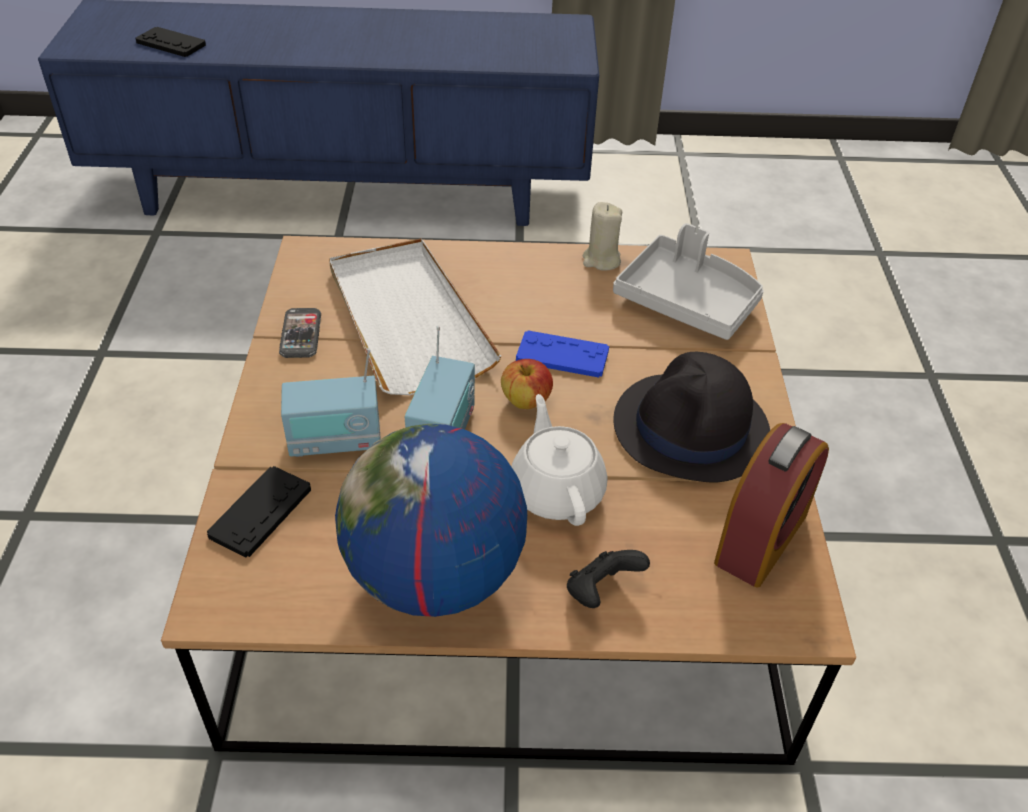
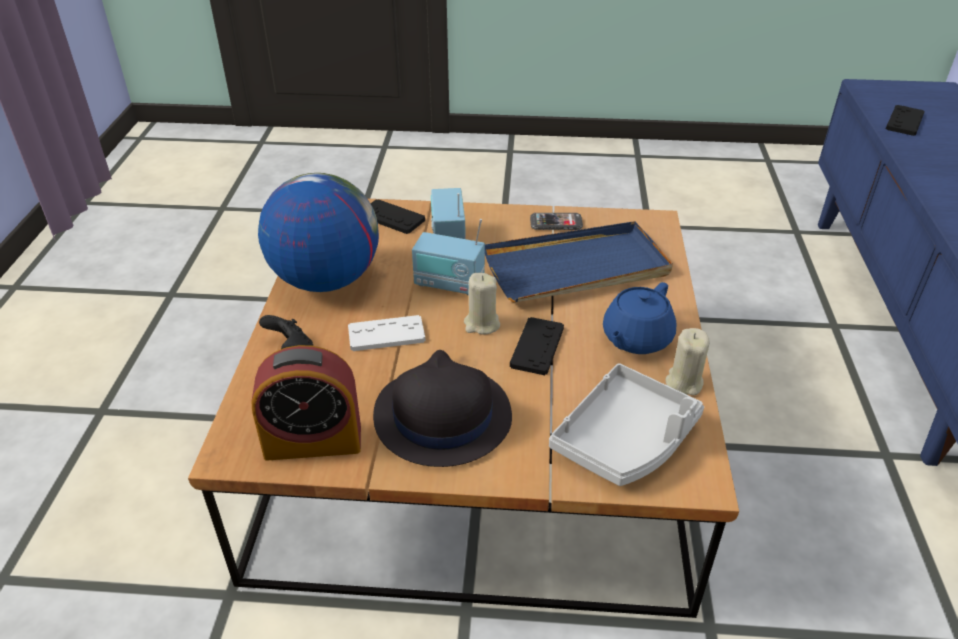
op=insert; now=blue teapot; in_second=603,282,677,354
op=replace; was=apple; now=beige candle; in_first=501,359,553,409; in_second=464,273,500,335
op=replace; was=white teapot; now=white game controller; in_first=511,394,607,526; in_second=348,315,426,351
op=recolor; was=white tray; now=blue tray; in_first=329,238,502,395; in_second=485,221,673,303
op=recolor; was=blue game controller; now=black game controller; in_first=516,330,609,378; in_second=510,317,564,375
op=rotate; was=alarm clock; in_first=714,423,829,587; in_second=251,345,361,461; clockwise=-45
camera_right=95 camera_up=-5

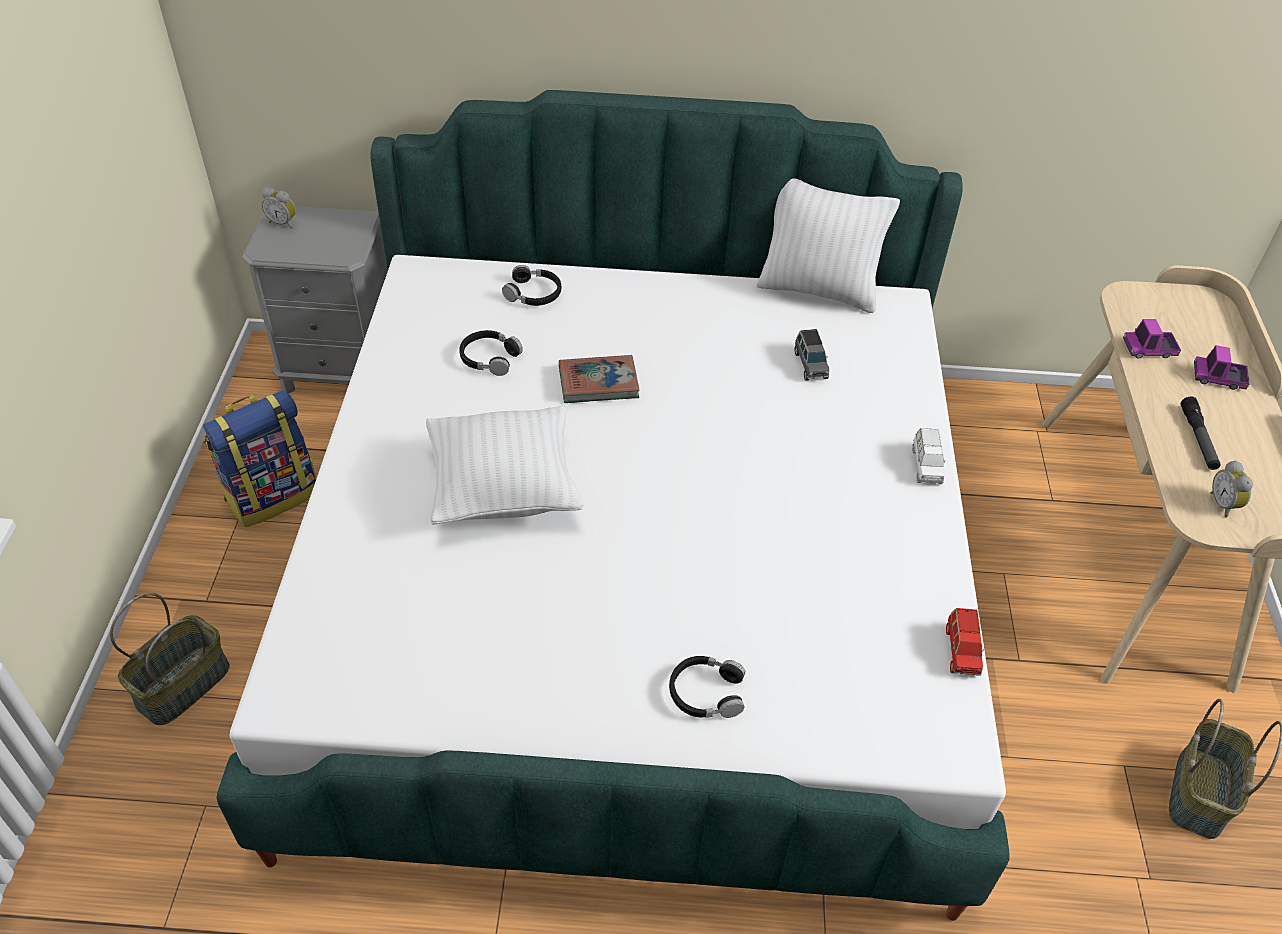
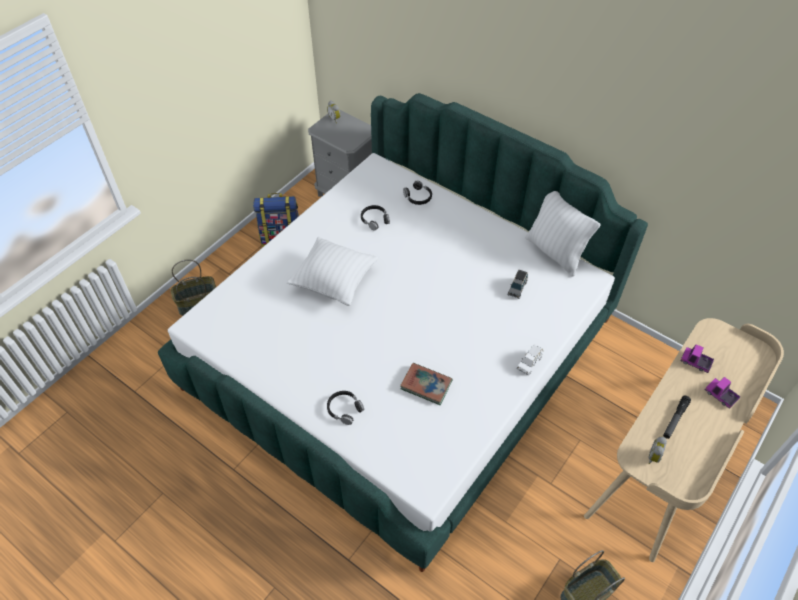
op=delete; was=red toy car; in_first=946,608,984,676
op=move; was=book; in_first=559,355,639,403; in_second=400,363,453,405
camera_right=35 camera_up=5

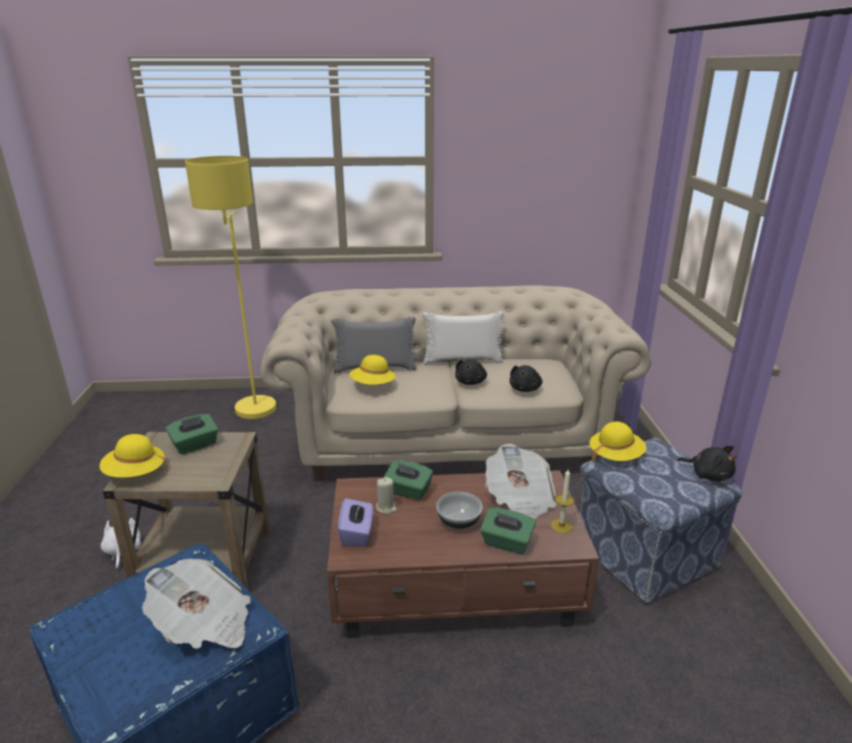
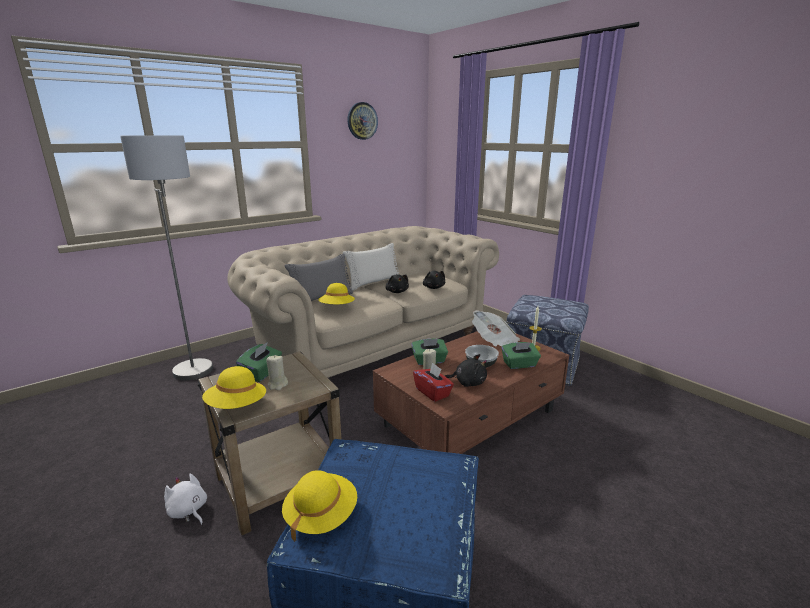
op=delete; was=newspaper; in_first=142,559,250,649
op=insert; now=beige candle; in_second=266,355,288,390
op=insert; now=wall clock; in_second=347,102,378,140
op=move; was=yellow hat; in_first=589,422,647,462; in_second=282,470,357,542
op=move; was=black plush toy; in_first=677,446,737,481; in_second=445,354,487,387
op=recolor; was=yellow floor lamp; now=grey floor lamp; in_first=185,156,276,419; in_second=120,135,213,381
op=recolor; was=purple tissue box; now=red tissue box; in_first=338,498,373,546; in_second=413,362,454,402
camera_right=-35 camera_up=-5

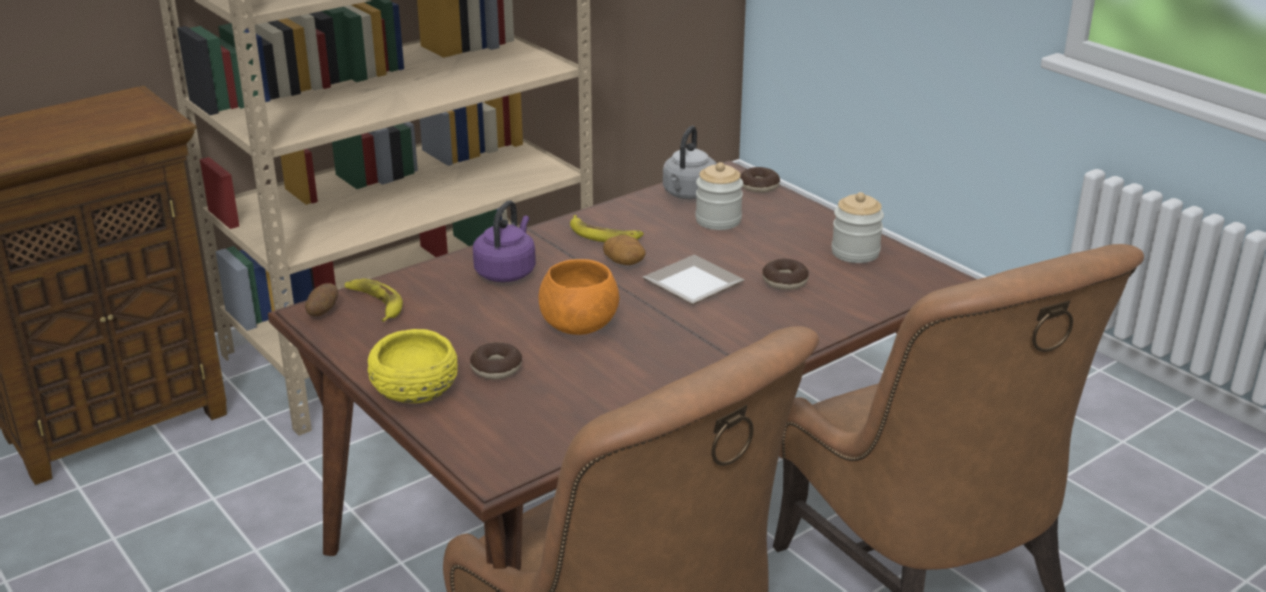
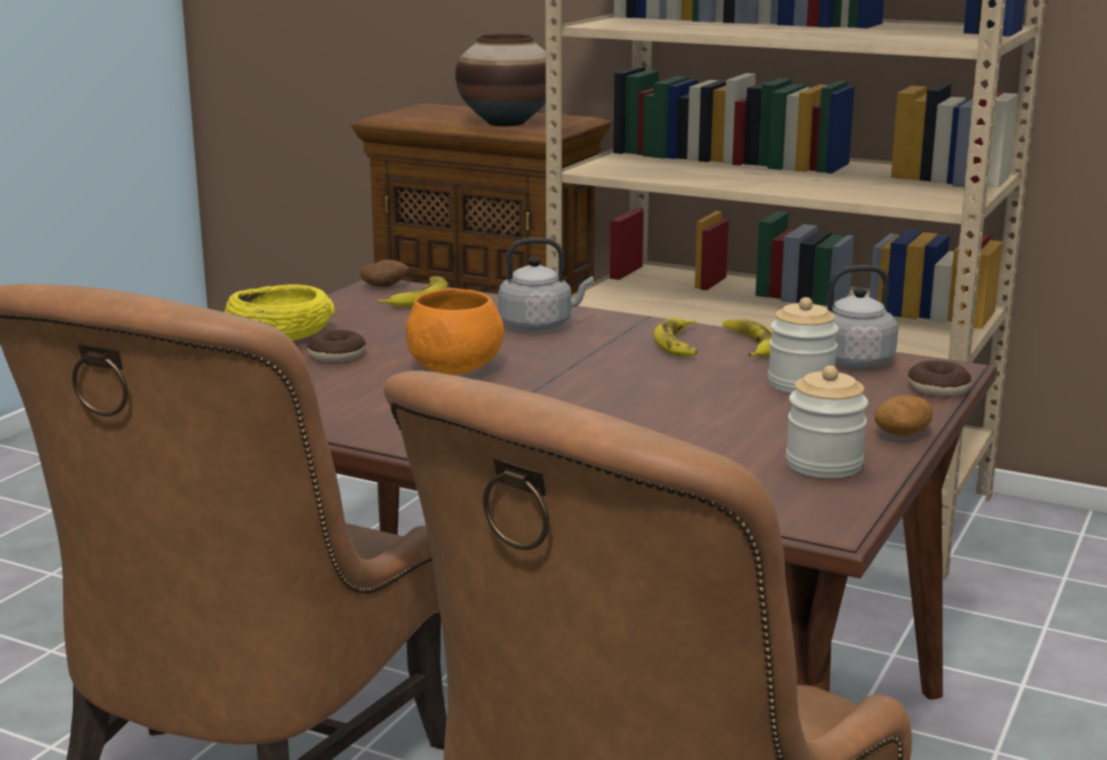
op=delete; was=plate; in_first=642,255,745,305
op=delete; was=donut; in_first=762,259,809,290
op=insert; now=vase; in_second=455,34,546,127
op=insert; now=banana; in_second=722,319,773,357
op=move; was=potato; in_first=603,235,646,265; in_second=875,395,933,436
op=recolor; was=purple kettle; now=grey kettle; in_first=473,200,536,282; in_second=498,238,594,331
camera_right=65 camera_up=-10

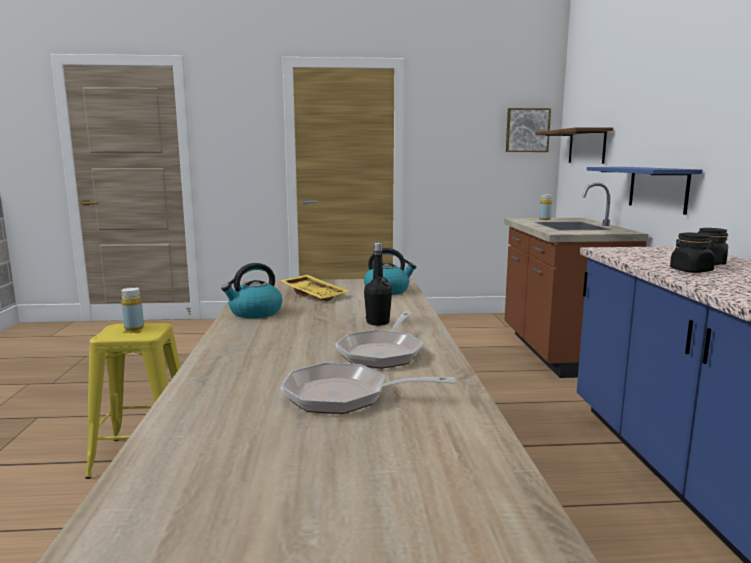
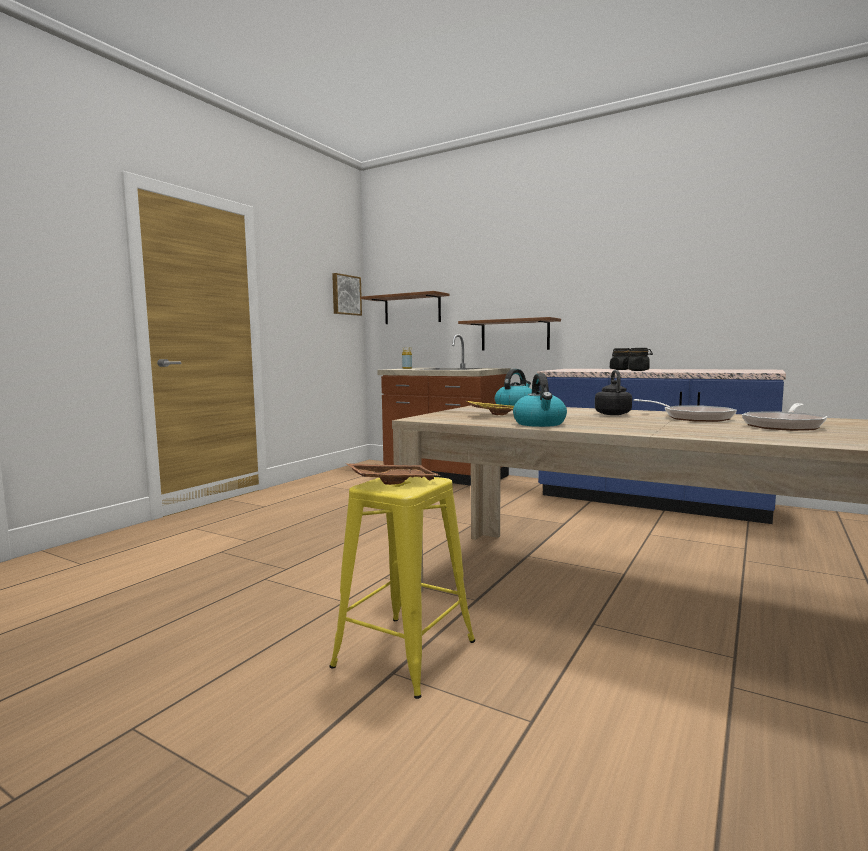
op=replace; was=yellow bottle; now=brown tray; in_first=121,287,144,331; in_second=345,463,441,485
op=replace; was=black bottle; now=black kettle; in_first=364,243,392,326; in_second=595,370,632,415
op=recolor; was=blue shelf; now=brown shelf; in_first=587,167,702,215; in_second=458,317,561,351
camera_right=-55 camera_up=-5

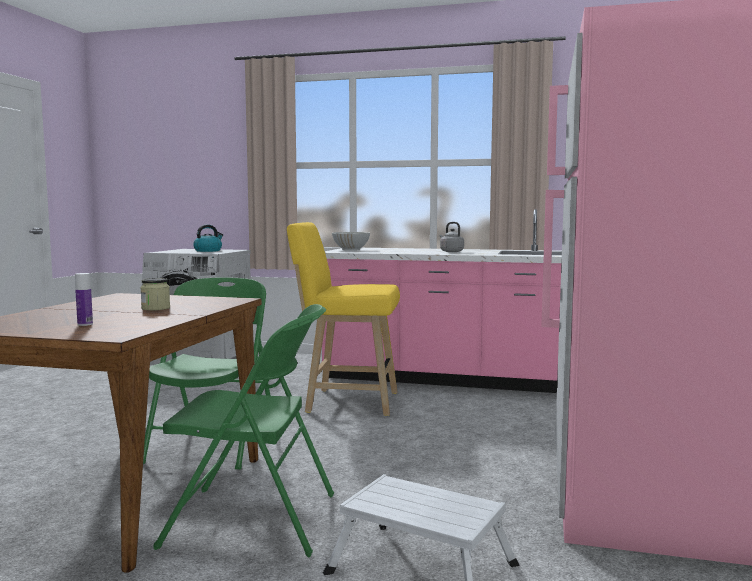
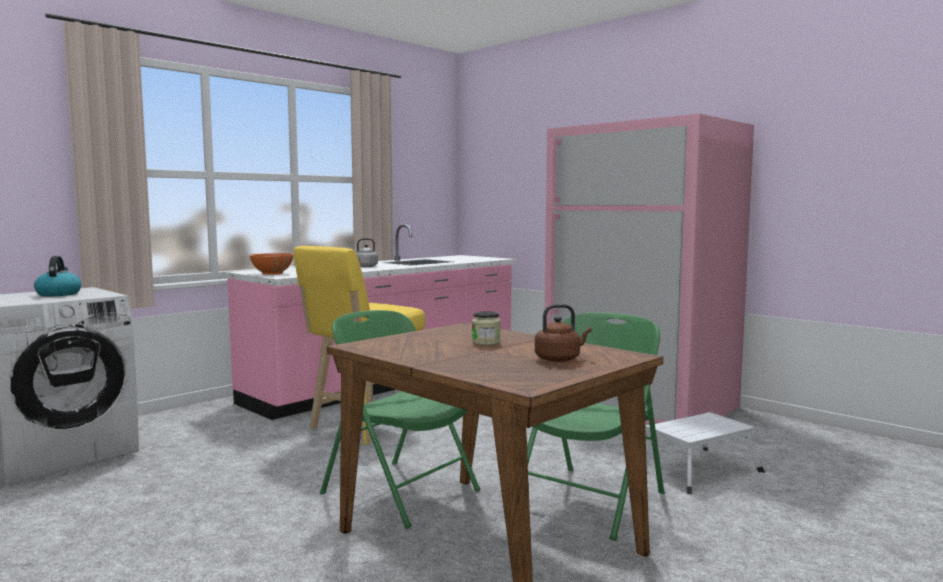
op=replace; was=bottle; now=brown kettle; in_first=75,273,93,326; in_second=535,304,592,362
op=recolor; was=white bowl; now=orange bowl; in_first=332,232,370,251; in_second=249,253,294,275
camera_right=-60 camera_up=0

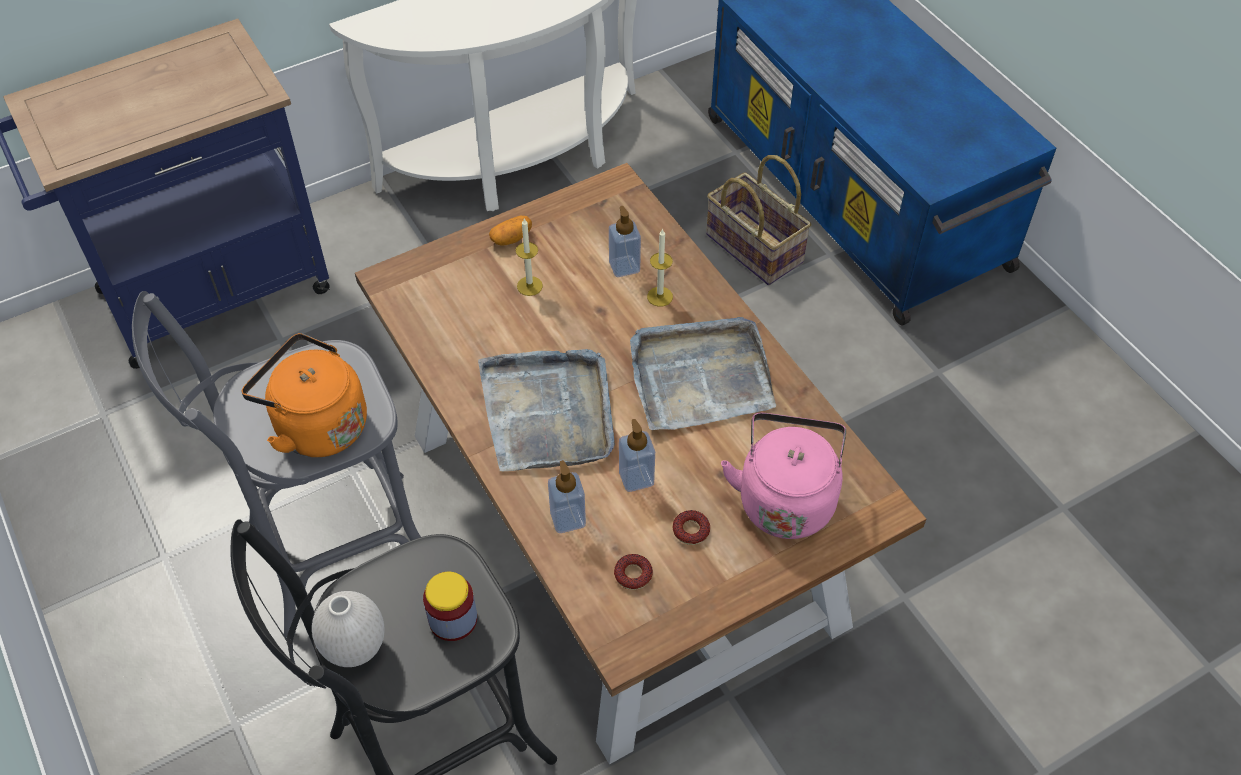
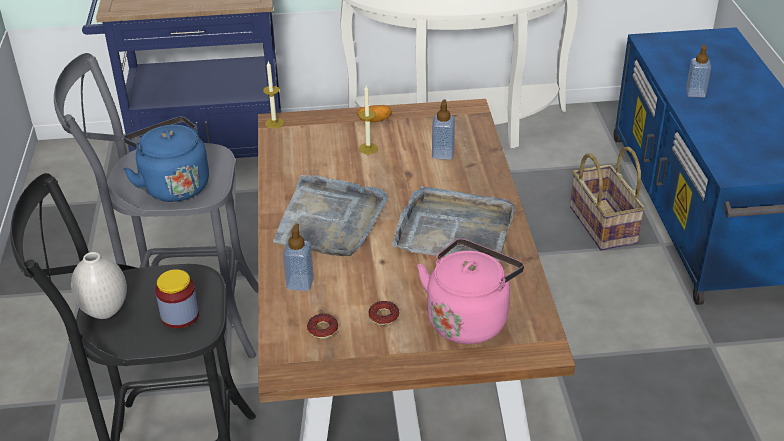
op=move; was=soap dispenser; in_first=619,419,655,492; in_second=686,44,711,98
op=move; was=candle; in_first=647,228,673,307; in_second=263,61,284,129
op=recolor; was=orange kettle; now=blue kettle; in_first=242,333,367,457; in_second=124,116,209,202
camera_right=25 camera_up=-15

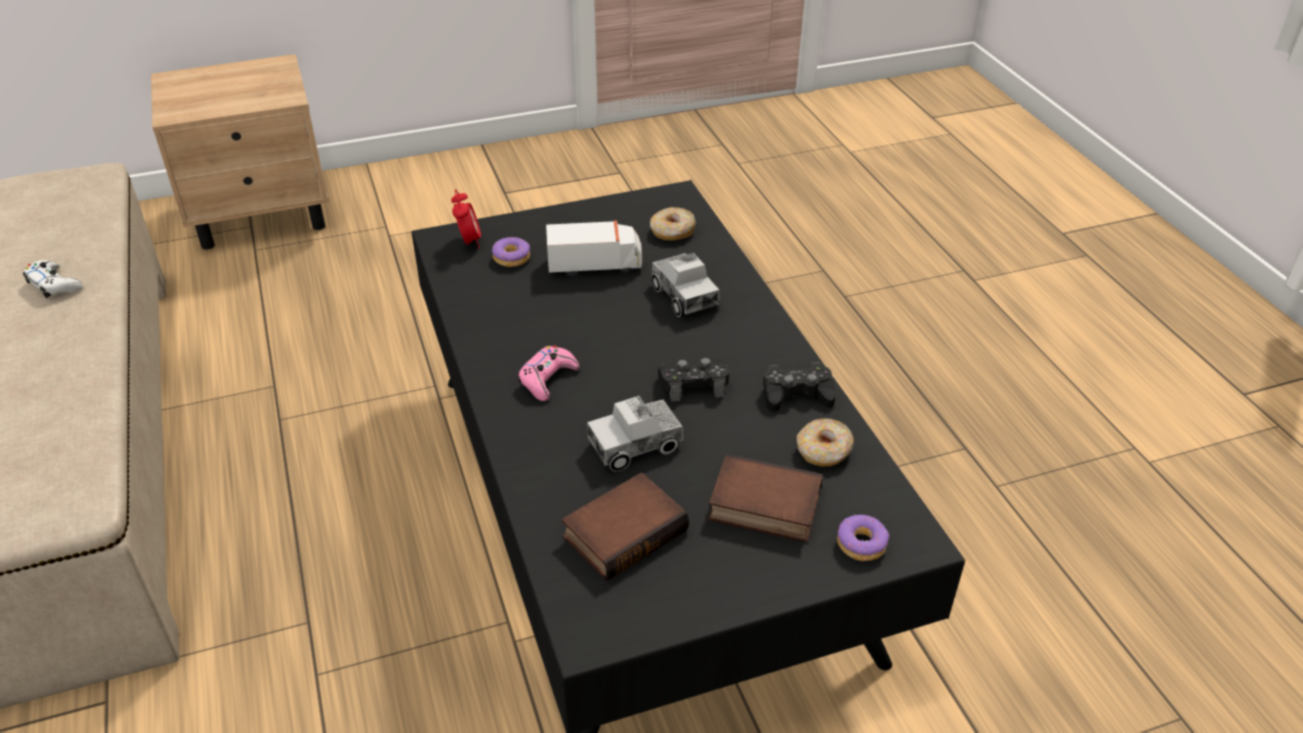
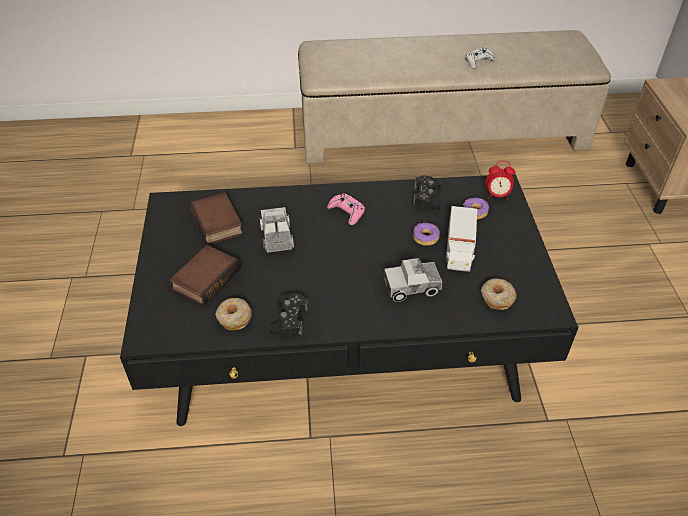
op=move; was=black game controller; in_first=658,358,729,402; in_second=413,175,441,210
op=move; was=donut; in_first=837,515,889,561; in_second=413,223,440,246
camera_right=105 camera_up=5

